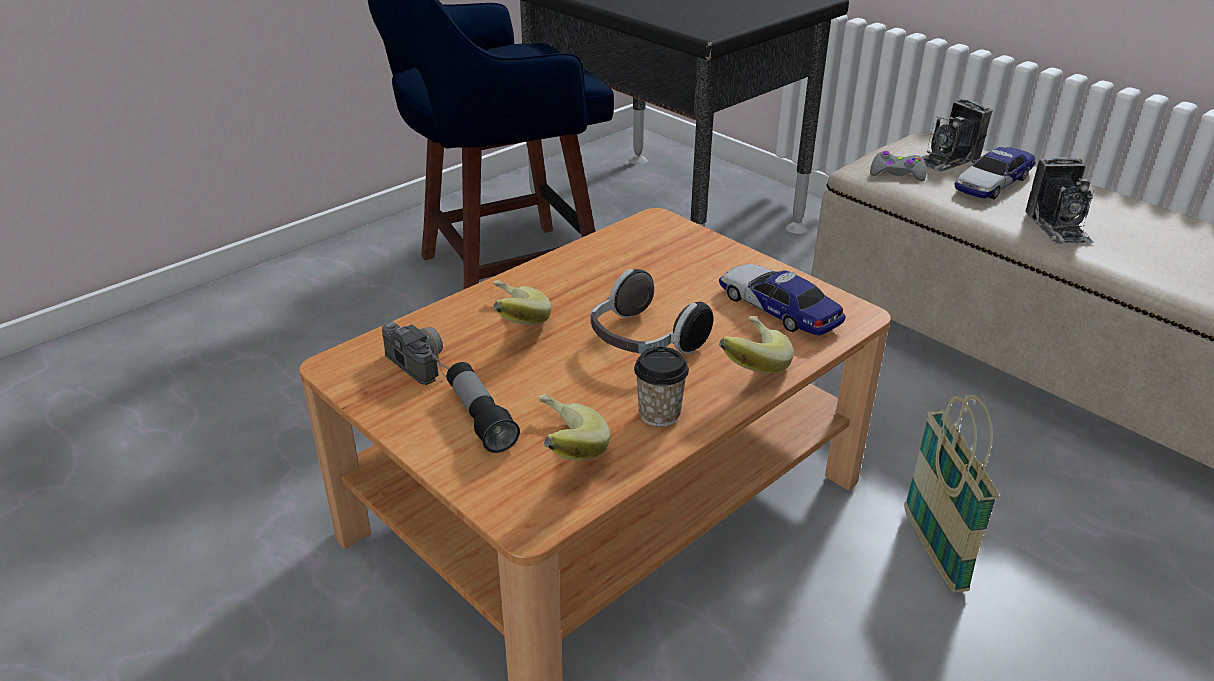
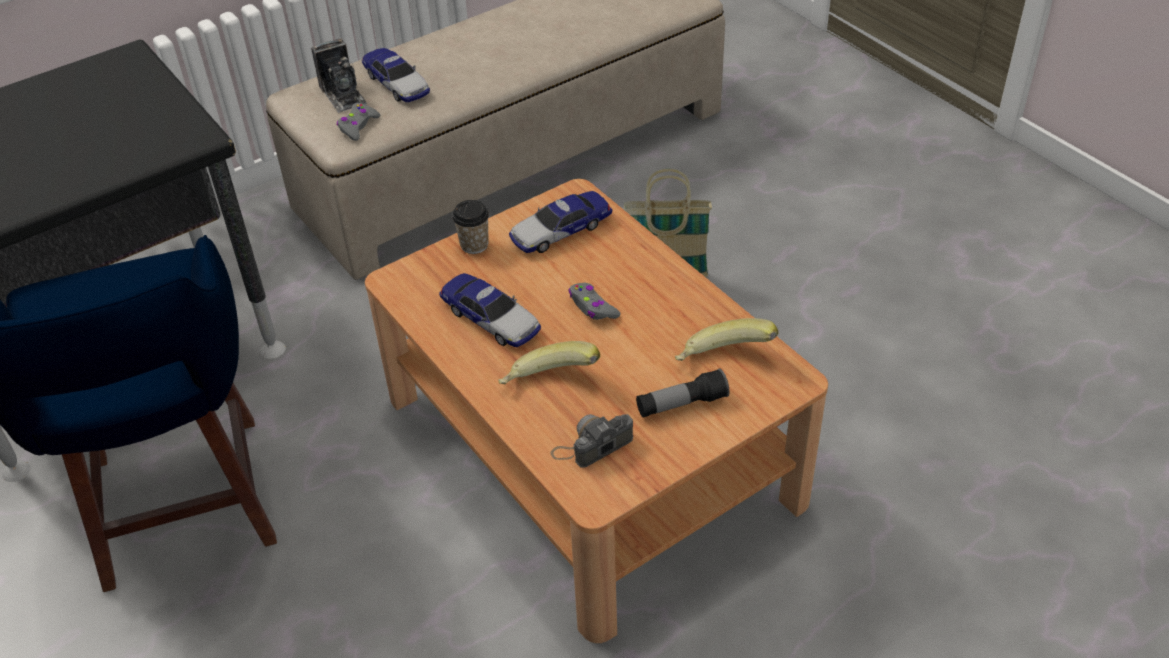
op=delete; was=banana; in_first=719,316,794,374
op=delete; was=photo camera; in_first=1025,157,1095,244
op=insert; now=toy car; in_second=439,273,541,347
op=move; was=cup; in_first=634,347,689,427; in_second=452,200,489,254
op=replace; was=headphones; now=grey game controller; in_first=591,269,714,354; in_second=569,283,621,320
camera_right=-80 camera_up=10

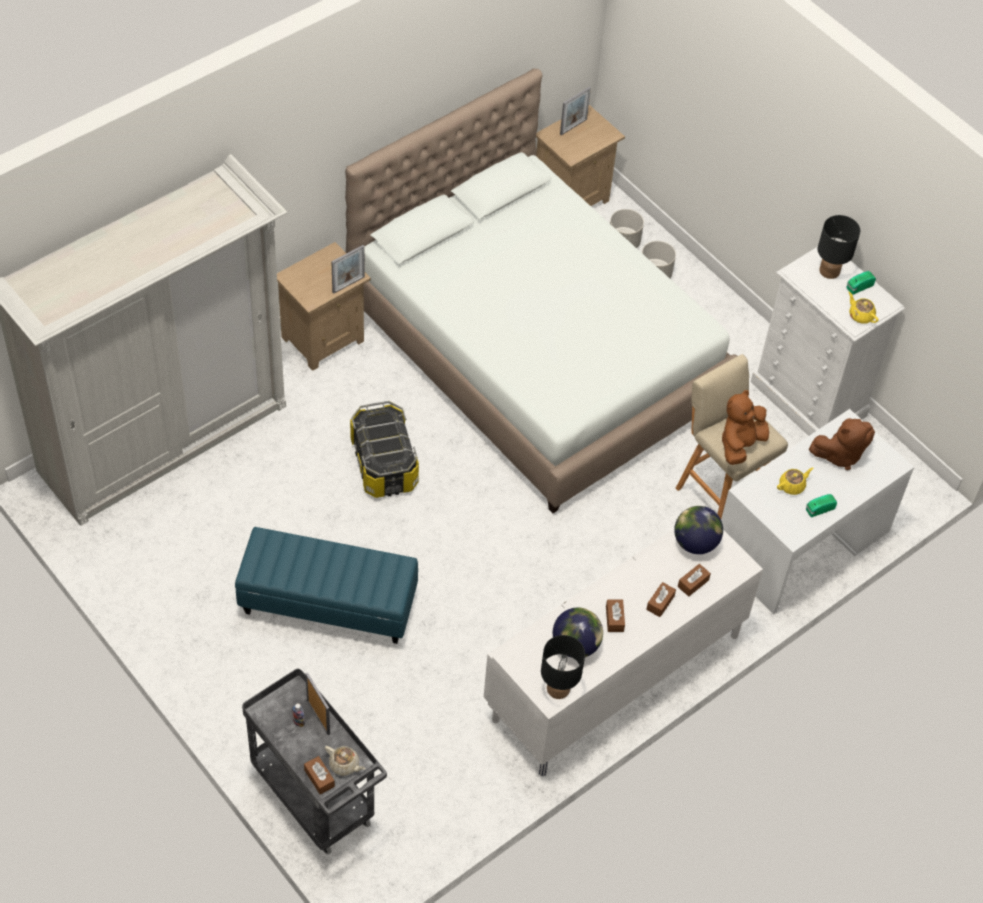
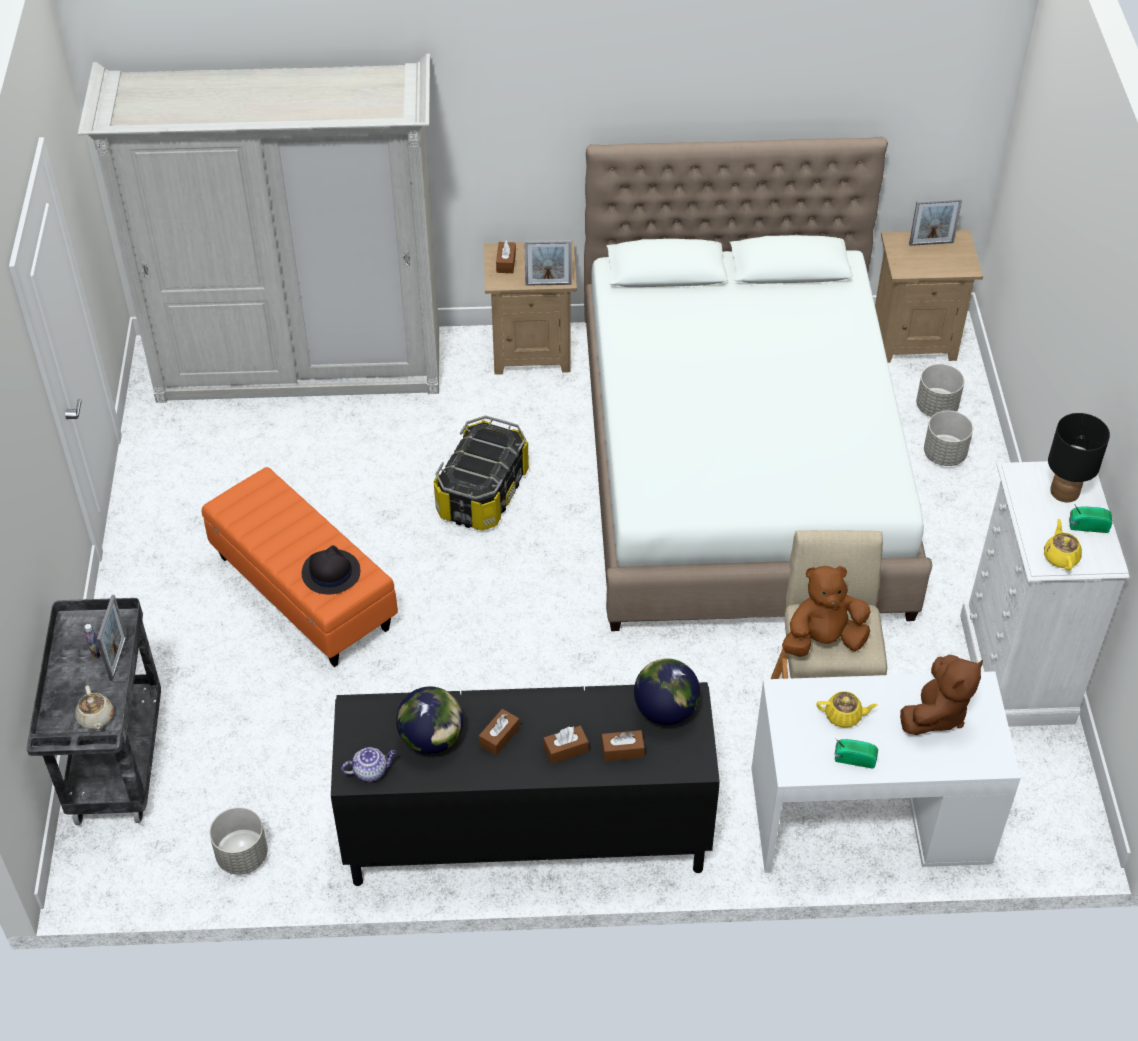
op=insert; now=grey planter; in_second=209,807,268,875
op=insert; now=black hat; in_second=302,545,360,594
op=move; was=brown tissue box; in_first=304,756,335,795; in_second=496,240,516,273
op=replace; was=black table lamp; now=teapot; in_first=541,635,585,699; in_second=341,747,396,782
op=recolor; was=blue ottoman; now=orange ottoman; in_first=235,527,418,644; in_second=202,467,398,667
op=recolor; was=white cabinet; now=black cabinet; in_first=484,529,763,776; in_second=331,682,720,886
op=rotate; was=brown plush toy; in_first=808,418,875,470; in_second=900,654,983,735; clockwise=-75
camera_right=40 camera_up=-5

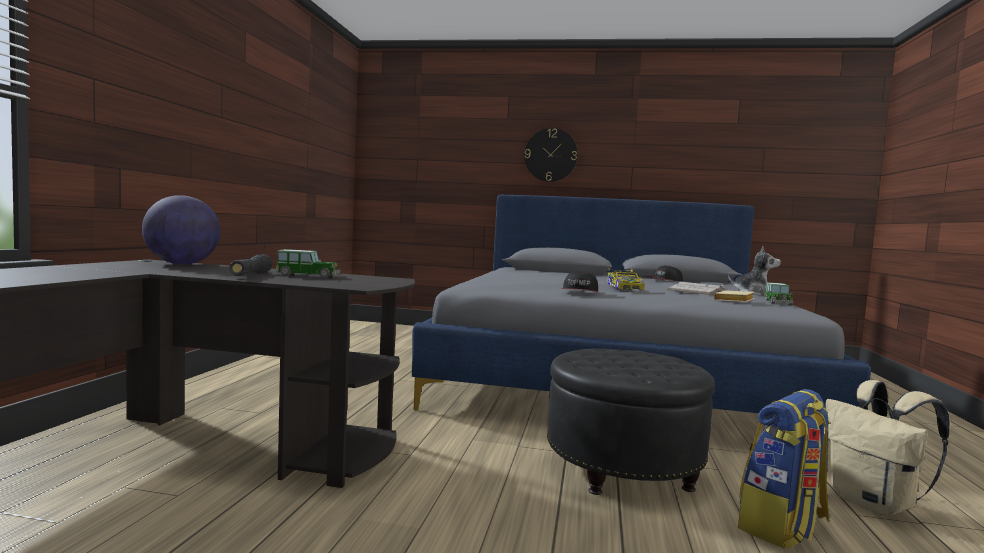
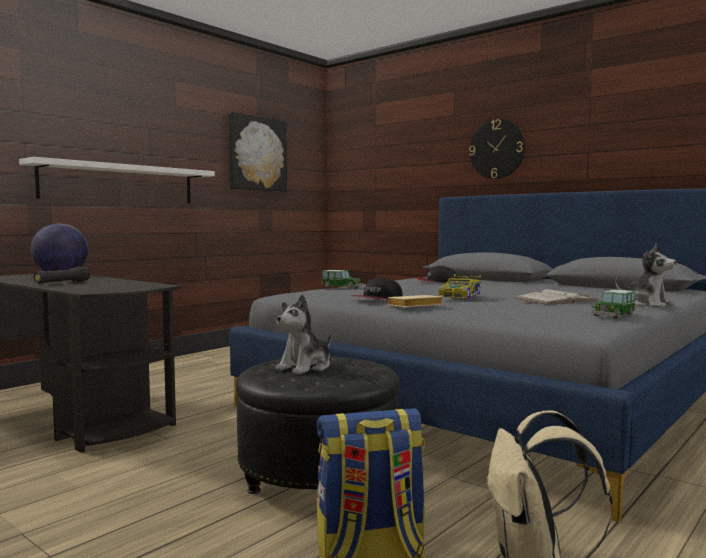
op=insert; now=white shelf; in_second=19,157,215,203
op=insert; now=picture; in_second=229,112,287,192
op=insert; now=plush toy; in_second=275,294,331,374
op=move; was=toy car; in_first=276,249,340,278; in_second=321,270,363,289
op=move; was=cap; in_first=646,266,683,282; in_second=416,266,458,283
op=move; was=beige book; in_first=714,290,754,302; in_second=387,295,443,307
camera_right=30 camera_up=0

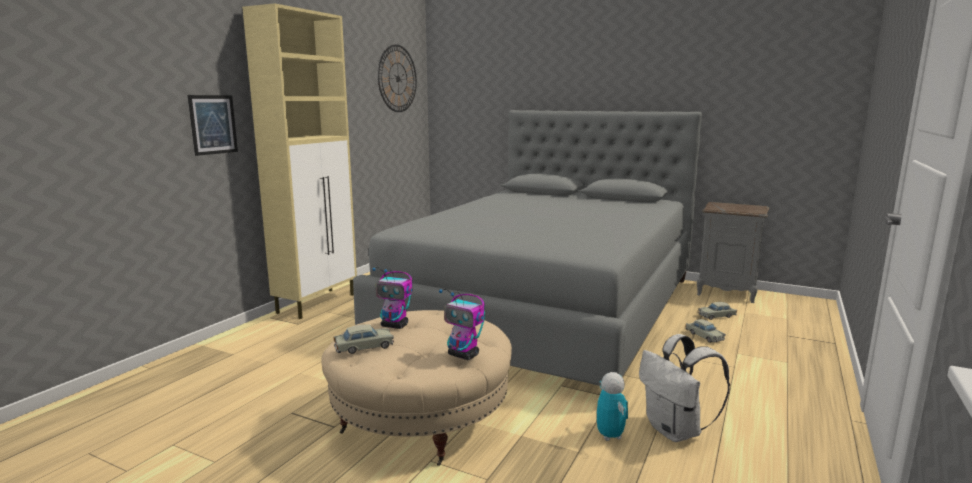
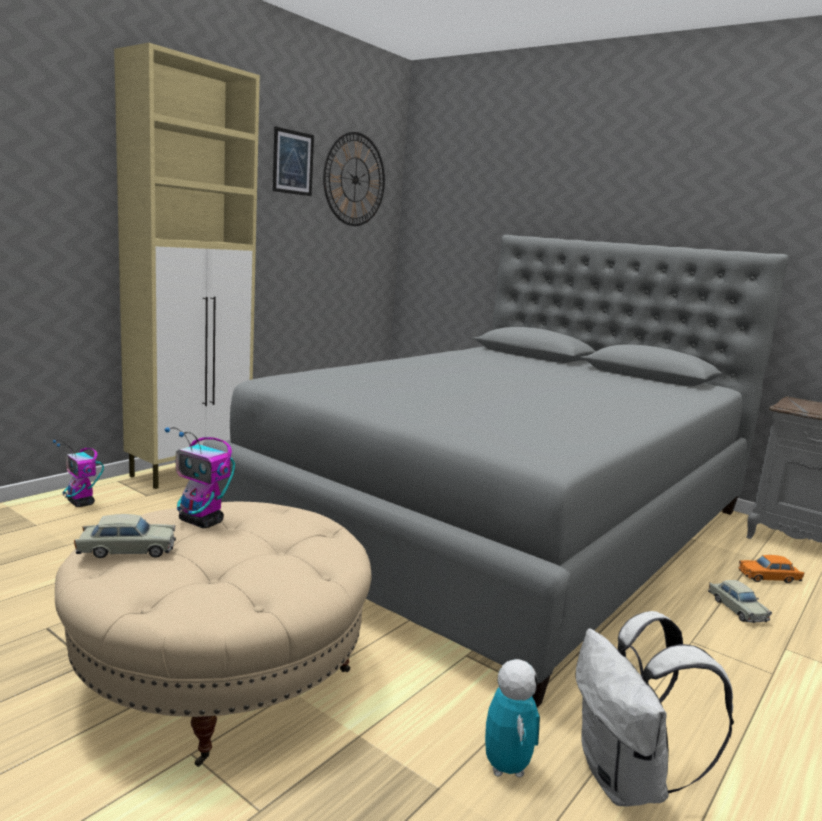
op=move; was=picture; in_first=188,95,238,156; in_second=273,127,314,196
op=move; was=toy robot; in_first=439,289,485,360; in_second=53,440,104,507
op=recolor; was=beige toy car; now=orange toy car; in_first=699,302,737,320; in_second=739,555,804,583
camera_right=10 camera_up=0

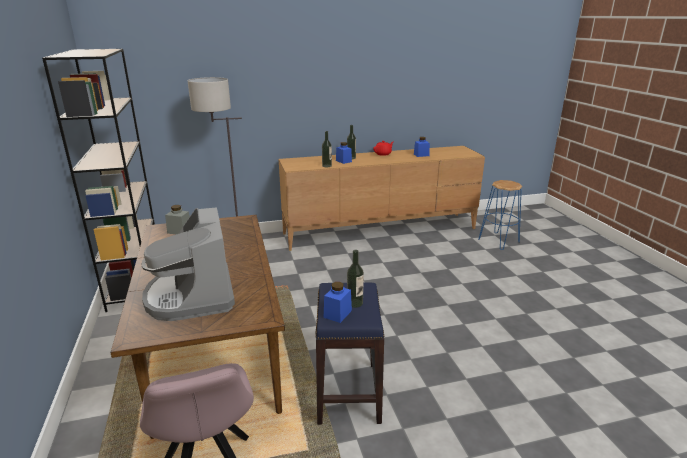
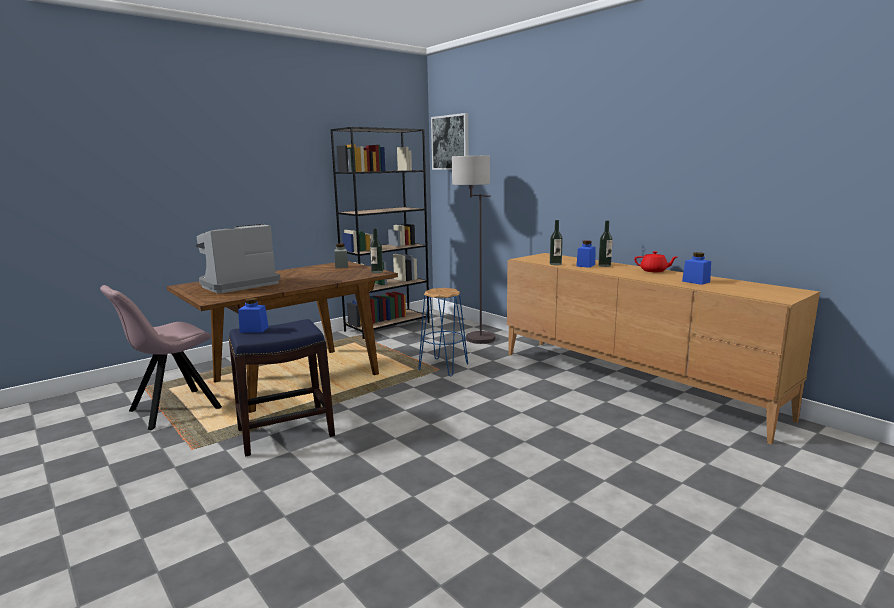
op=insert; now=picture; in_second=431,113,468,170
op=move; was=bottle; in_first=347,250,364,308; in_second=370,228,383,273
op=move; was=blue stool; in_first=478,180,522,250; in_second=418,288,468,376
camera_right=65 camera_up=-10

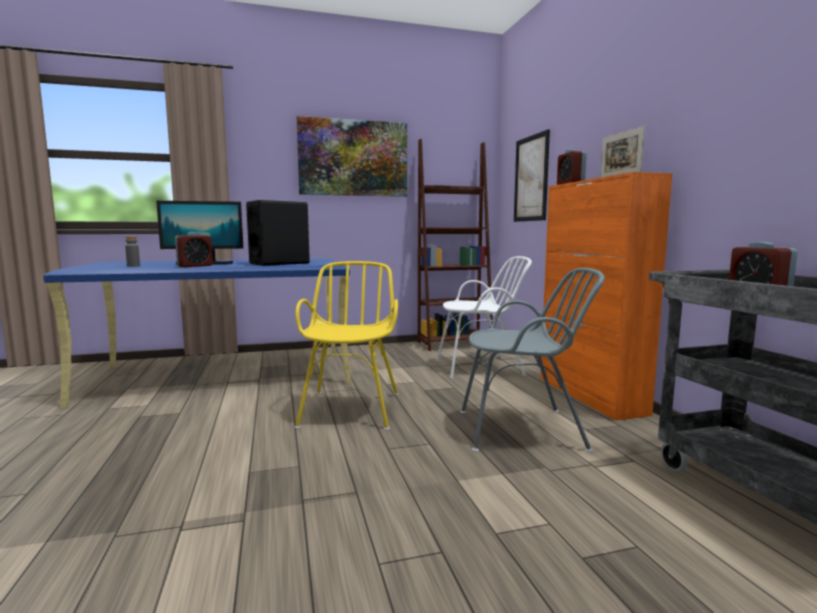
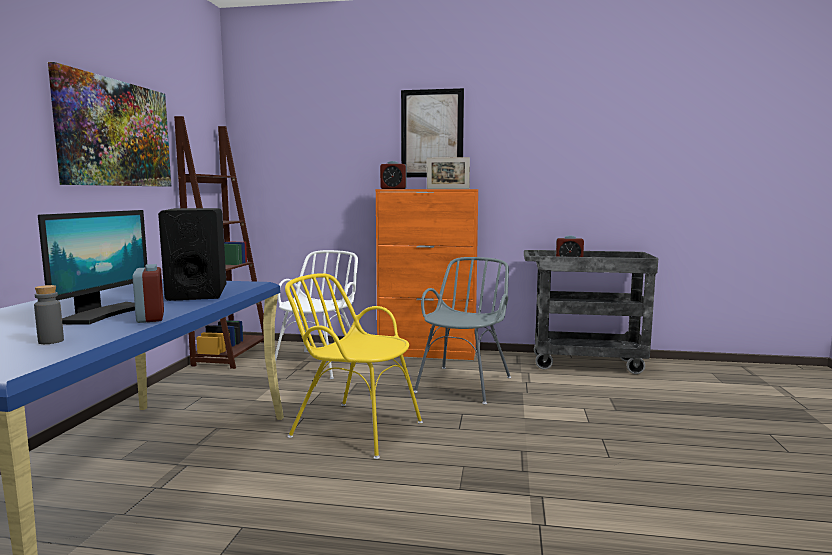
op=move; was=picture; in_first=514,129,550,222; in_second=401,88,464,177
camera_right=-65 camera_up=0

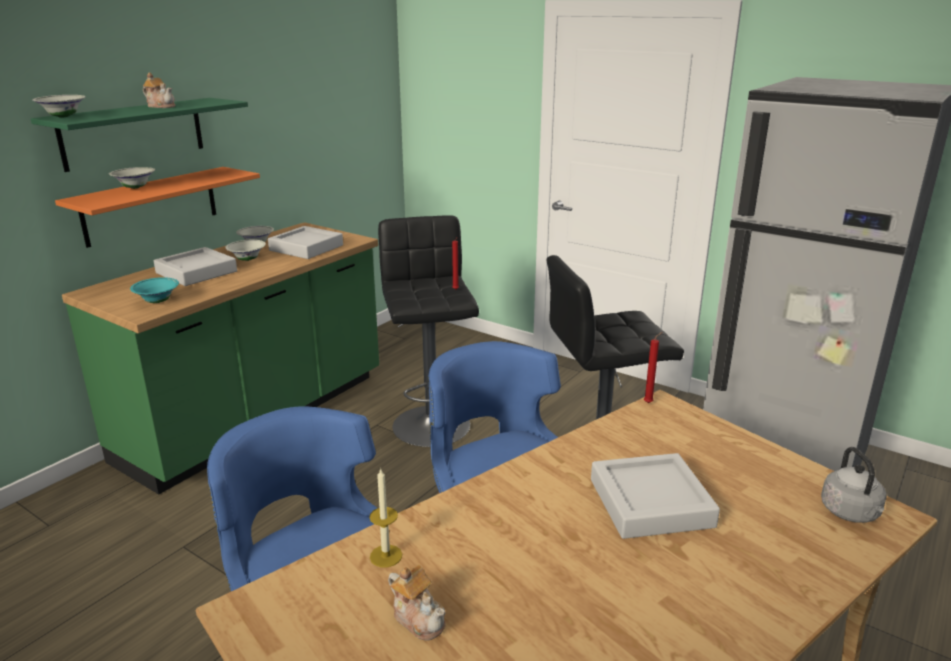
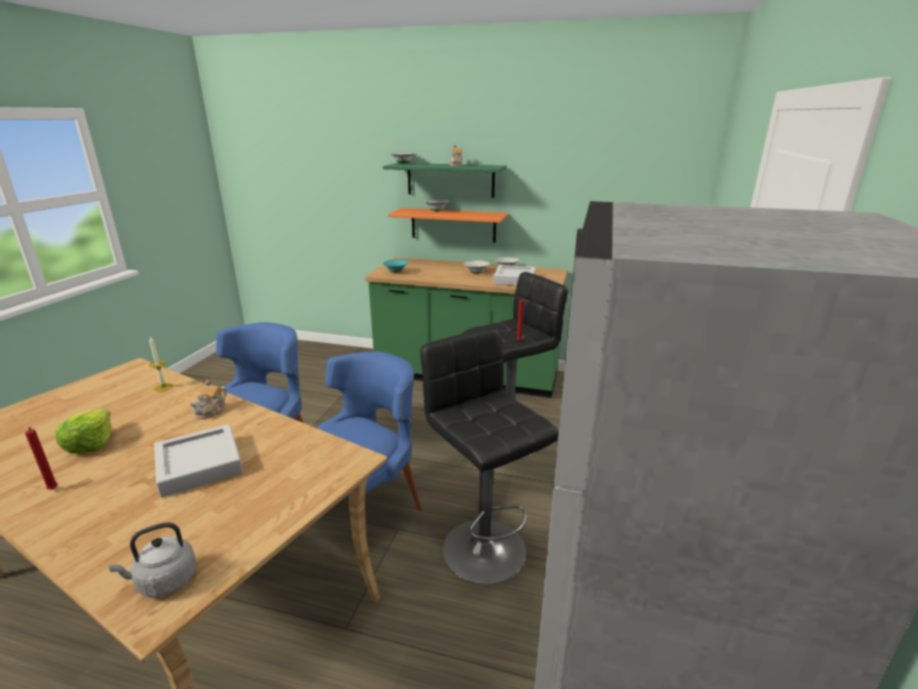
op=delete; was=grey tray; in_first=154,247,237,286
op=insert; now=lettuce; in_second=55,409,112,454
op=move; was=teapot; in_first=388,565,446,641; in_second=190,380,227,419
op=move; was=red candle; in_first=644,332,662,403; in_second=25,427,58,490
camera_right=70 camera_up=0

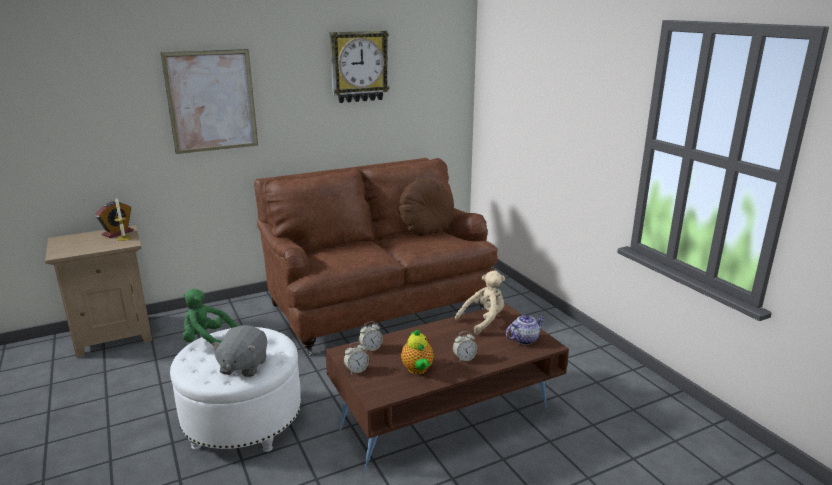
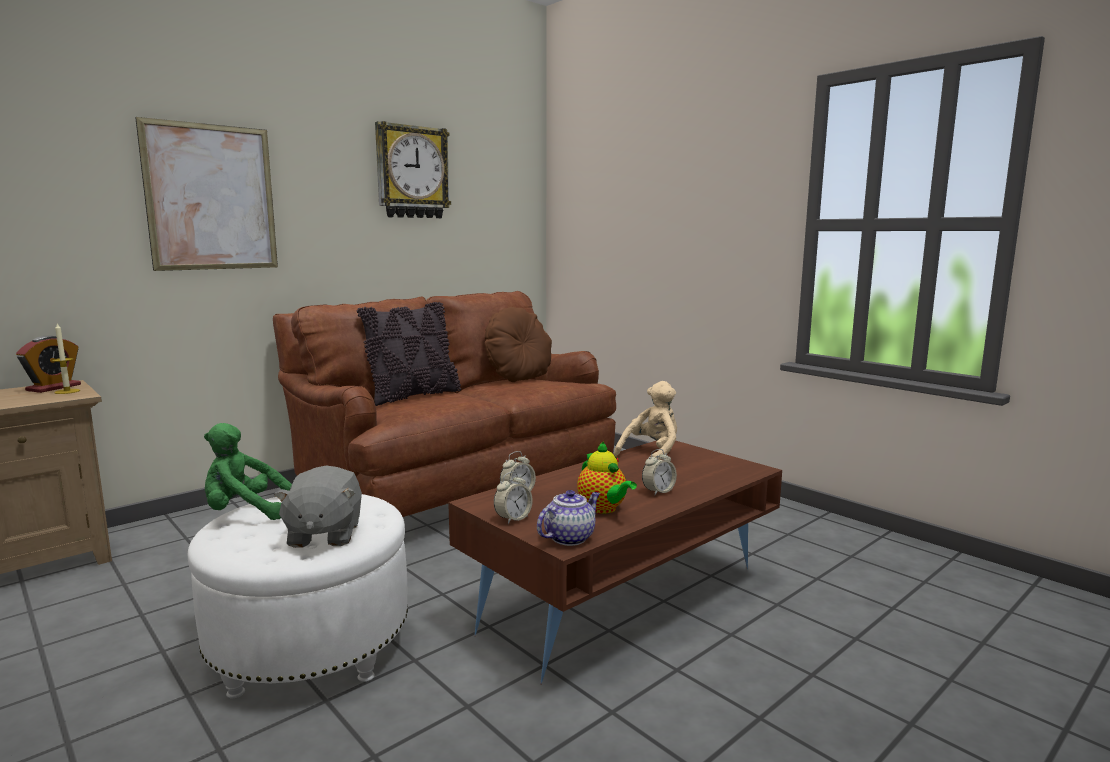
op=insert; now=black pillow; in_second=357,302,461,406
op=move; was=teapot; in_first=506,315,545,345; in_second=537,490,600,546
camera_right=-15 camera_up=-10

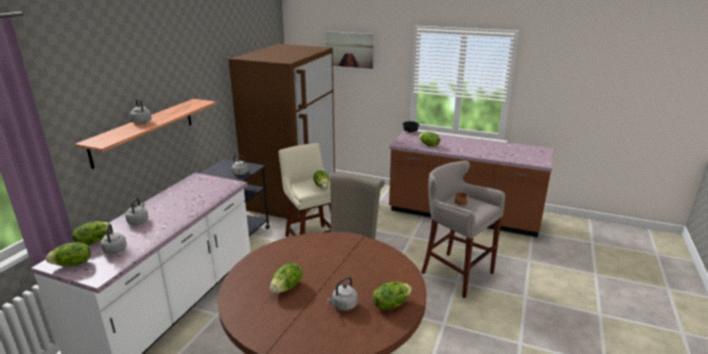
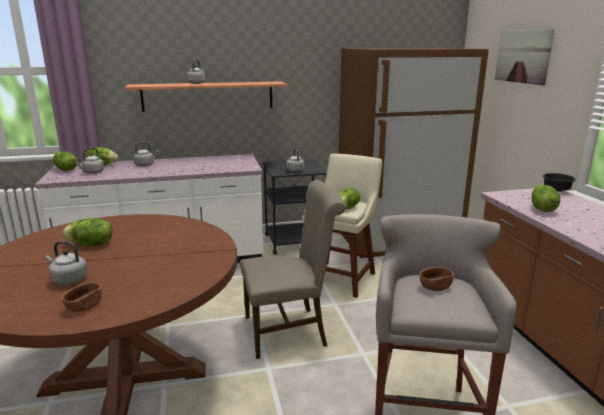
op=replace; was=lettuce; now=brown bowl; in_first=373,282,412,310; in_second=61,282,102,312
camera_right=55 camera_up=-5

